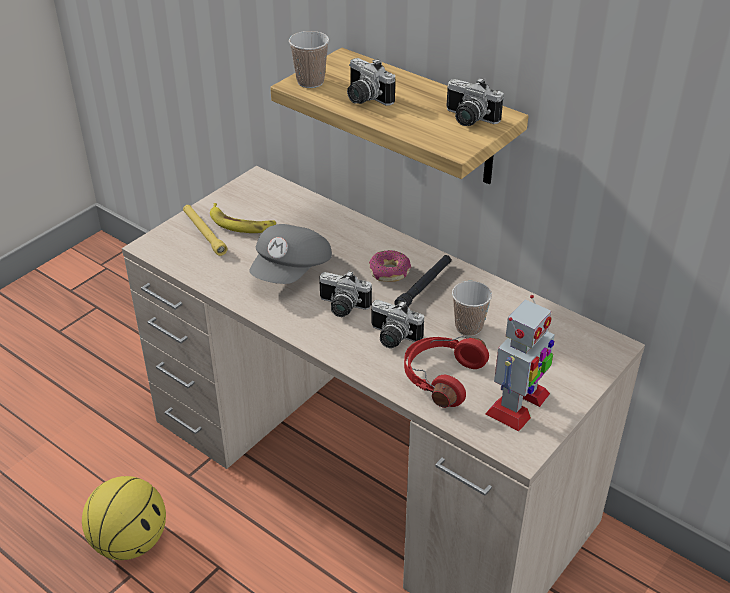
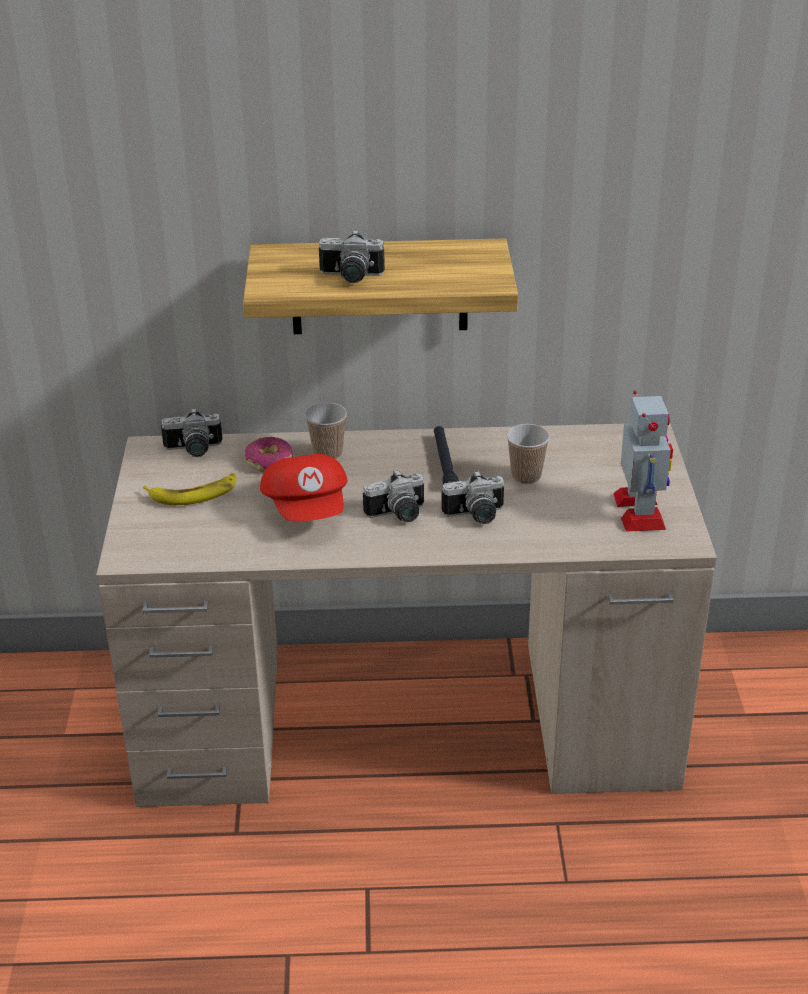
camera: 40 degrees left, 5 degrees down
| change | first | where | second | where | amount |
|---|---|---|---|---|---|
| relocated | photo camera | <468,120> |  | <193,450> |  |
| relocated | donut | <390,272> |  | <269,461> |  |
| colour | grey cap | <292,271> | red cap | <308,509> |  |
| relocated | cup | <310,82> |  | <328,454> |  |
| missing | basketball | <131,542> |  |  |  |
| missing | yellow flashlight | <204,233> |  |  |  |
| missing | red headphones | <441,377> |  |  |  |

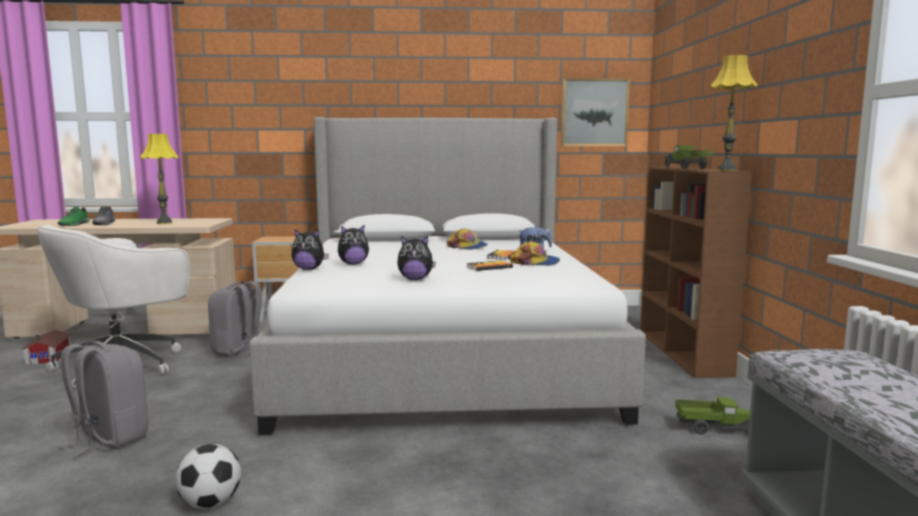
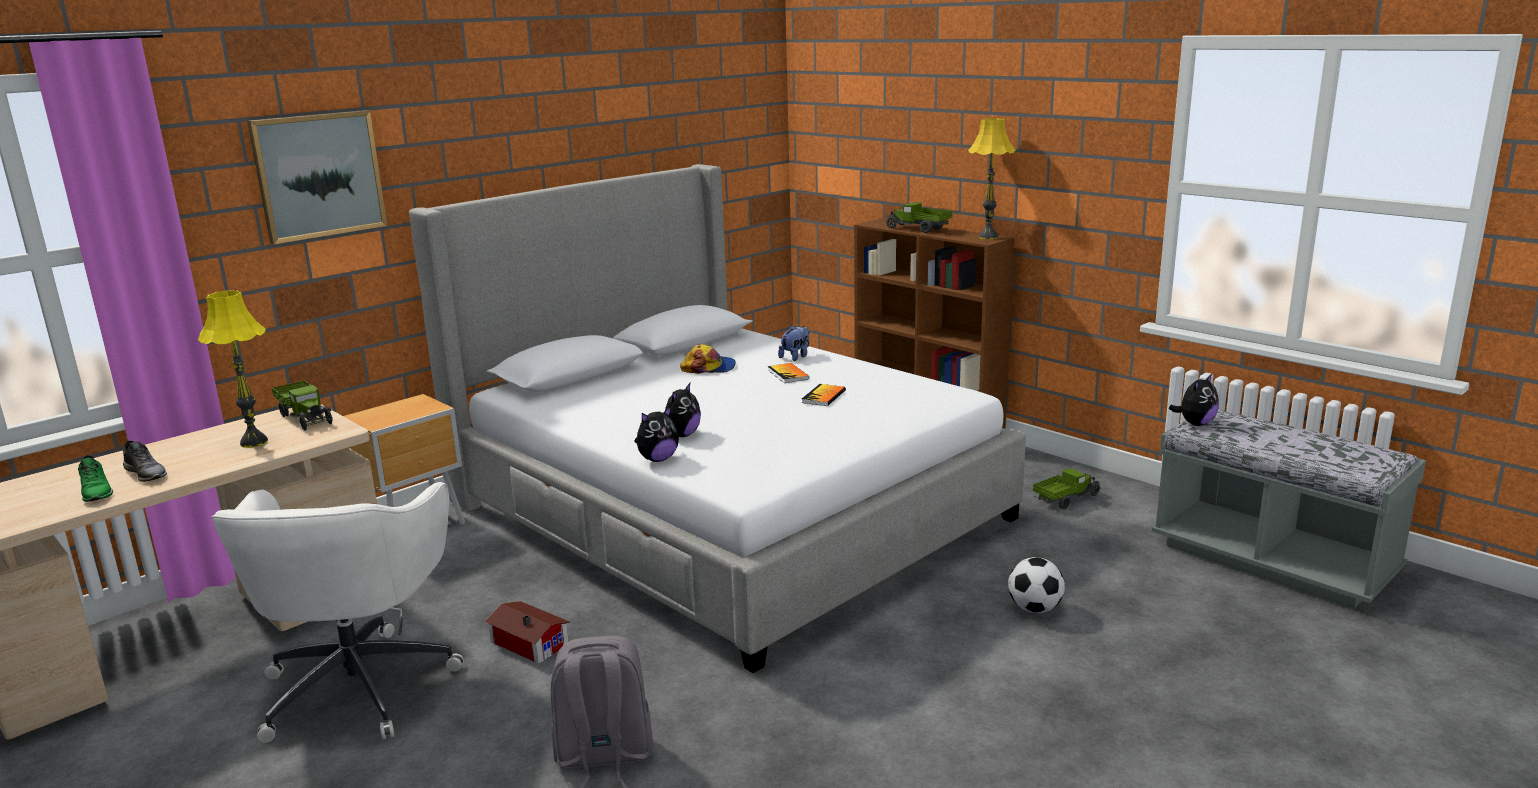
camera: 40 degrees left, 10 degrees up
| change | first | where | second | where | amount |
|---|---|---|---|---|---|
| relocated | picture | <594,112> |  | <318,175> |  |
| appeared |  |  | toy truck | <306,417> |  |
| relocated | toy house | <50,356> |  | <529,641> |  |
| relocated | football | <210,504> |  | <1034,609> |  |
| relocated | plush toy | <415,279> |  | <1195,423> |  |
| missing | grey backpack | <239,351> |  |  |  |
| missing | cap | <535,262> |  |  |  |

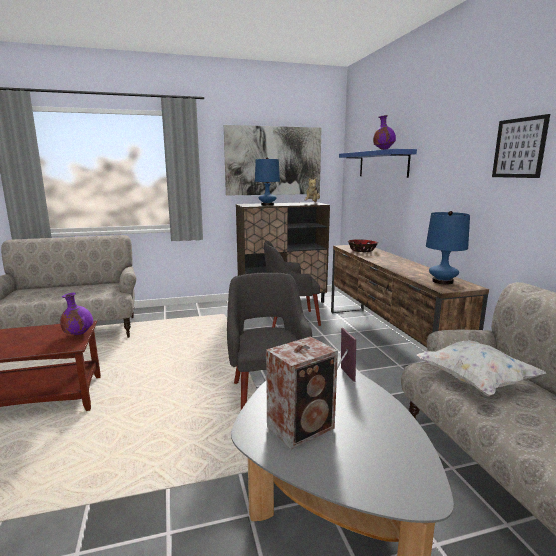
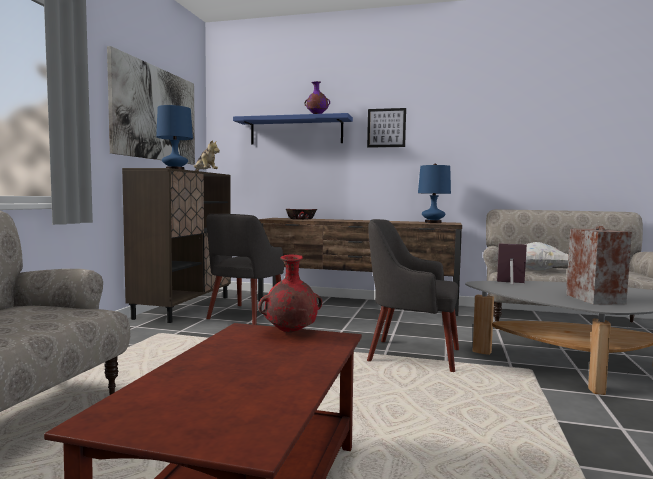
camera: 60 degrees left, 10 degrees down
| change | first | where | second | where | amount |
|---|---|---|---|---|---|
| colour | purple vase | <78,335> | red vase | <290,333> |  |
| relocated | picture | <519,148> |  | <386,128> |  |

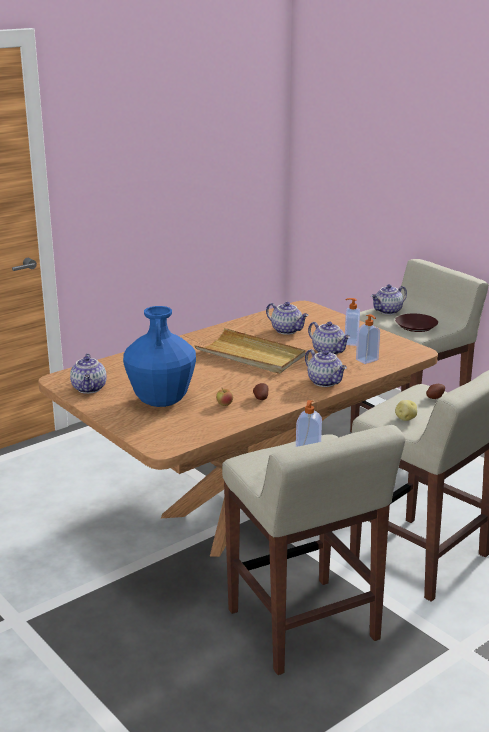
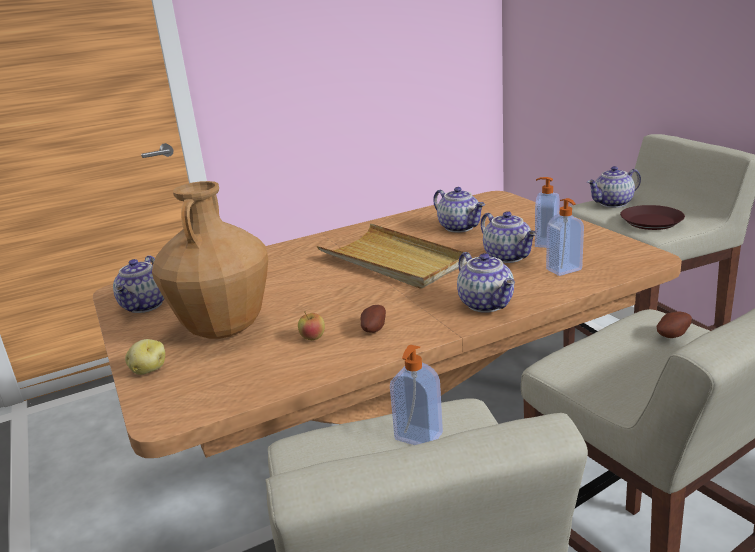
camera: 15 degrees right, 0 degrees up
| change | first | where | second | where | amount |
|---|---|---|---|---|---|
| relocated | potato | <405,418> |  | <148,370> |  |
| colour | blue vase | <161,401> | brown vase | <224,329> |  |

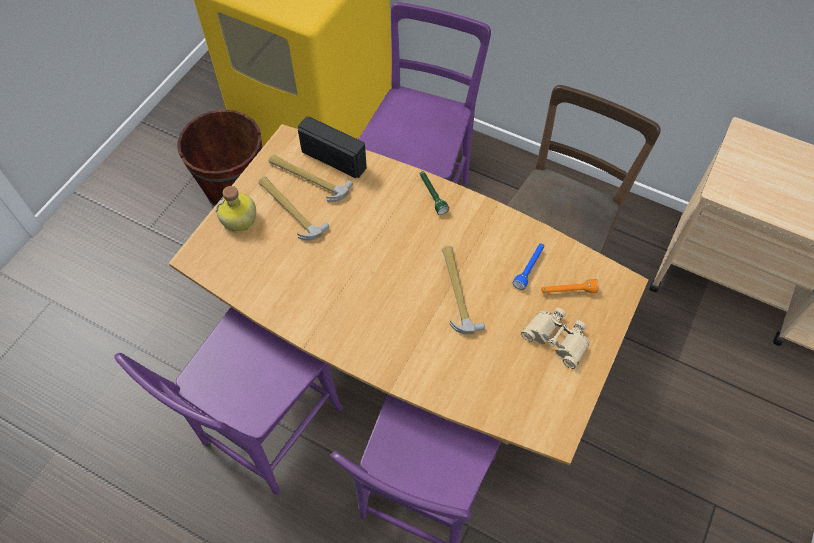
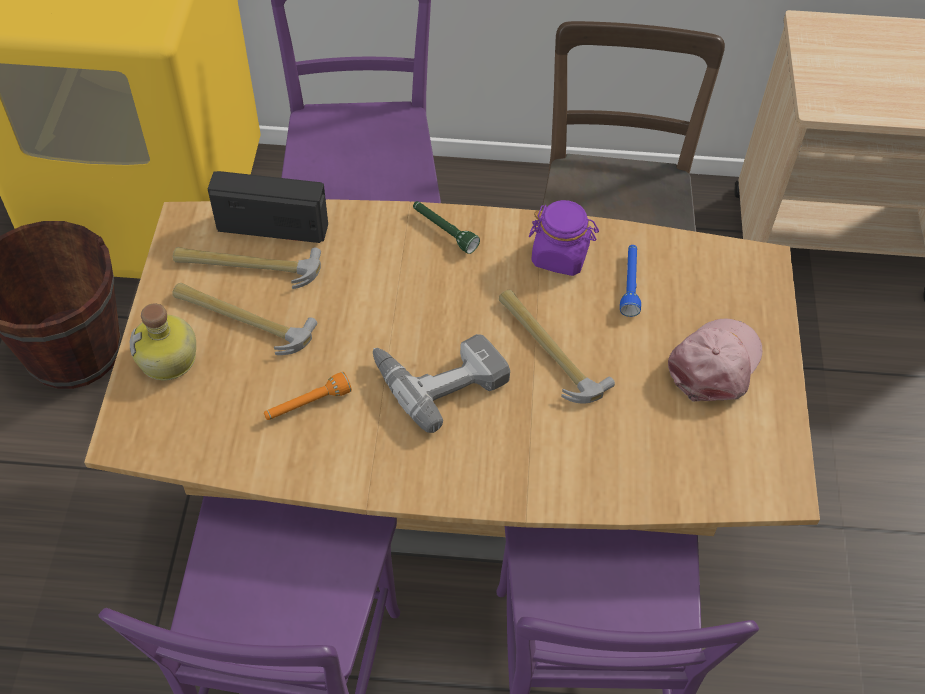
camera: 25 degrees left, 5 degrees down
| change | first | where | second | where | amount |
|---|---|---|---|---|---|
| relocated | orange flashlight | <568,291> |  | <307,404> |  |
| appeared |  |  | power drill | <439,376> |  |
| appeared |  |  | purple jar | <560,256> |  |
| exchanged | beige binoculars | <556,339> | pink cap | <715,364> |  |

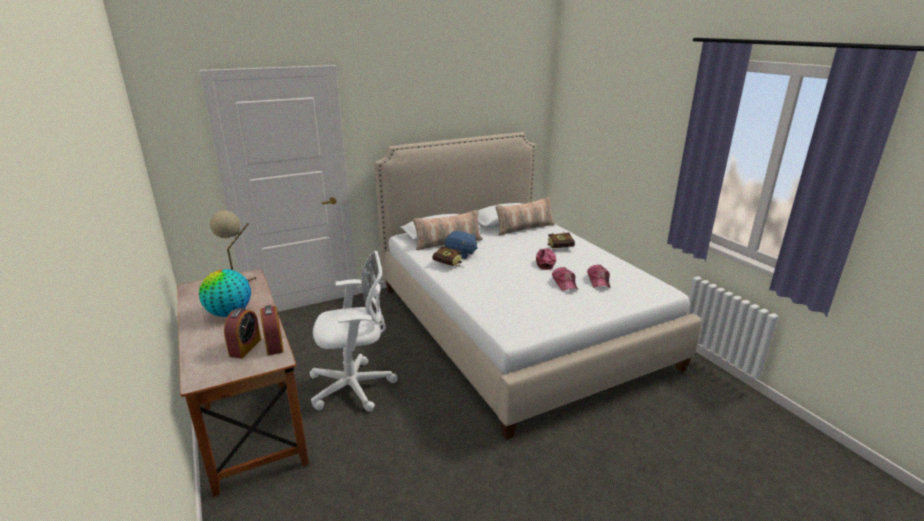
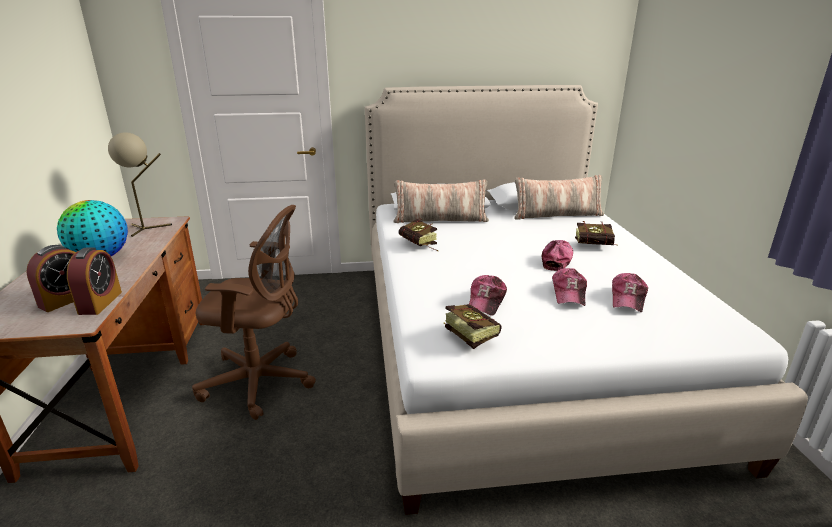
camera: 20 degrees right, 0 degrees up
| change | first | where | second | where | amount |
|---|---|---|---|---|---|
| colour | white office chair | <355,387> | brown office chair | <262,382> |  |
| appeared |  |  | book | <467,334> |  |
| appeared |  |  | cap | <486,301> |  |
| missing | blue plush toy | <461,254> |  |  |  |

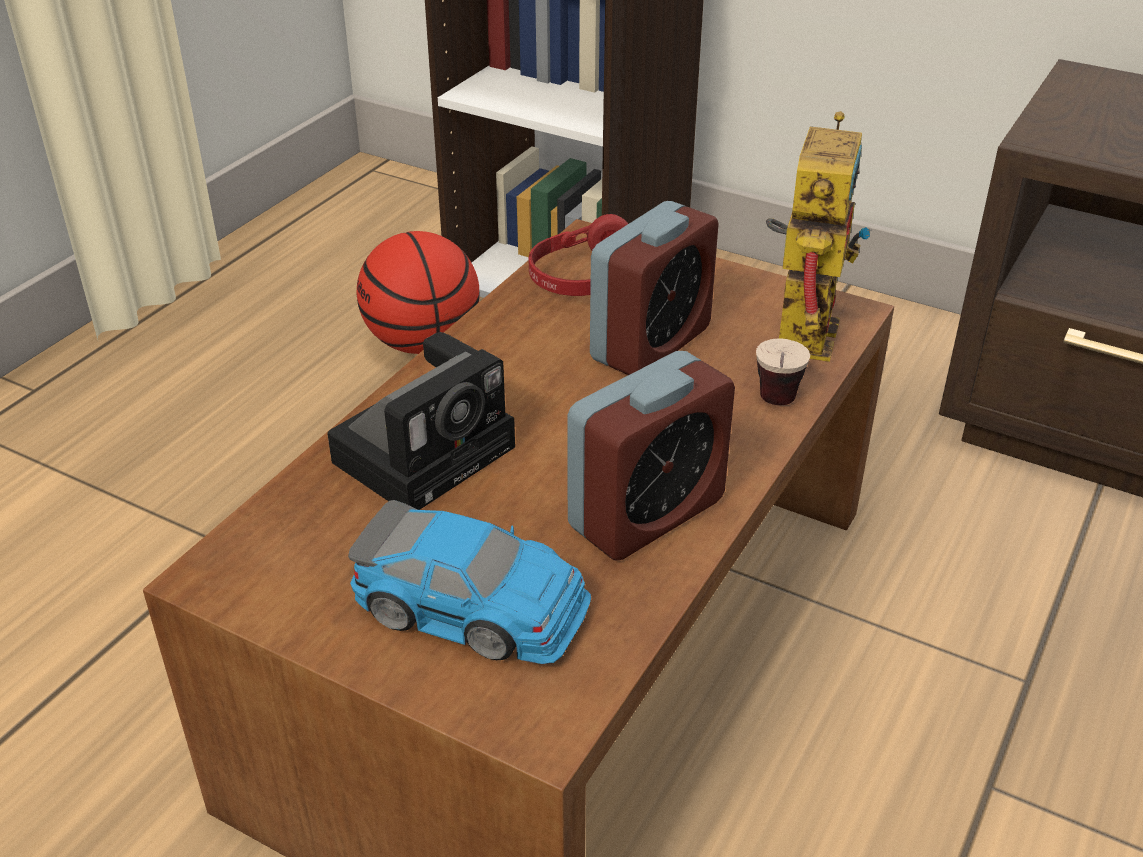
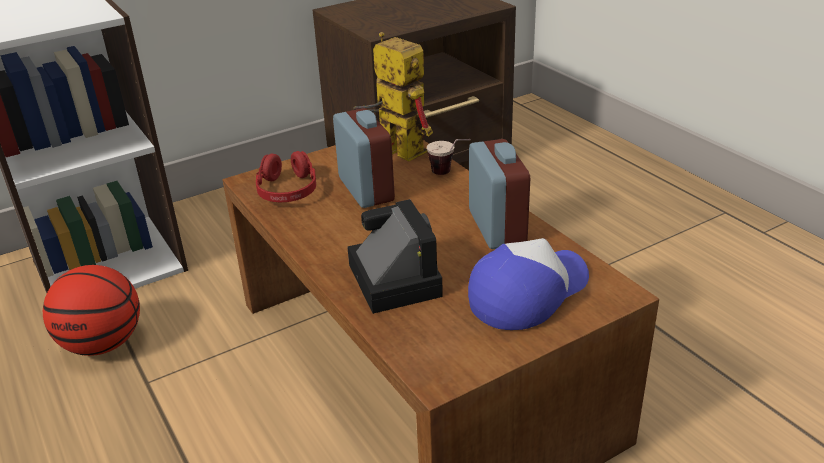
camera: 60 degrees left, 5 degrees down
| change | first | where | second | where | amount |
|---|---|---|---|---|---|
| exchanged | toy car | <473,607> | cap | <528,293> |  |

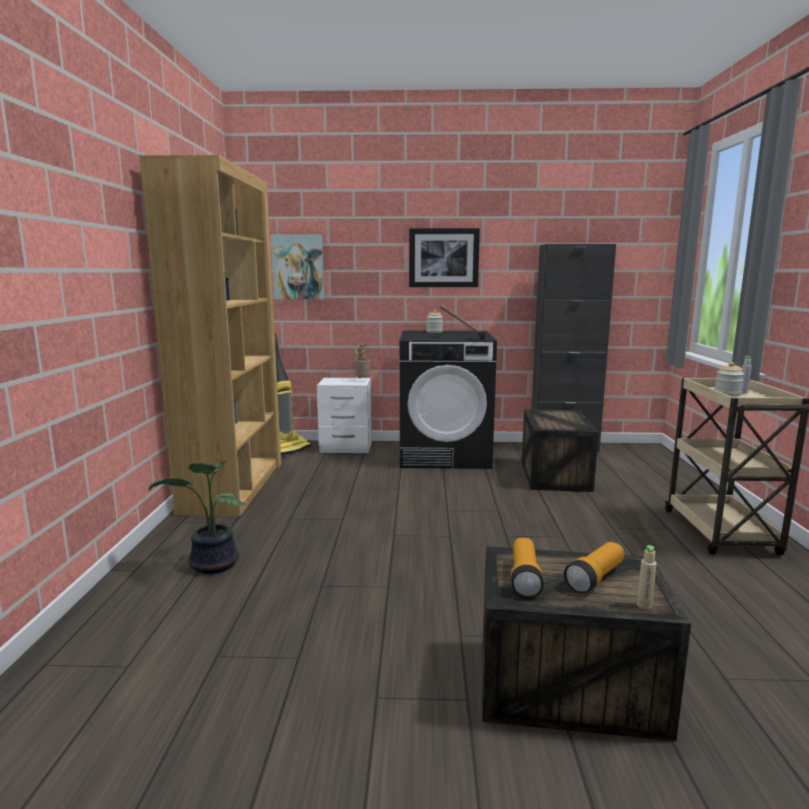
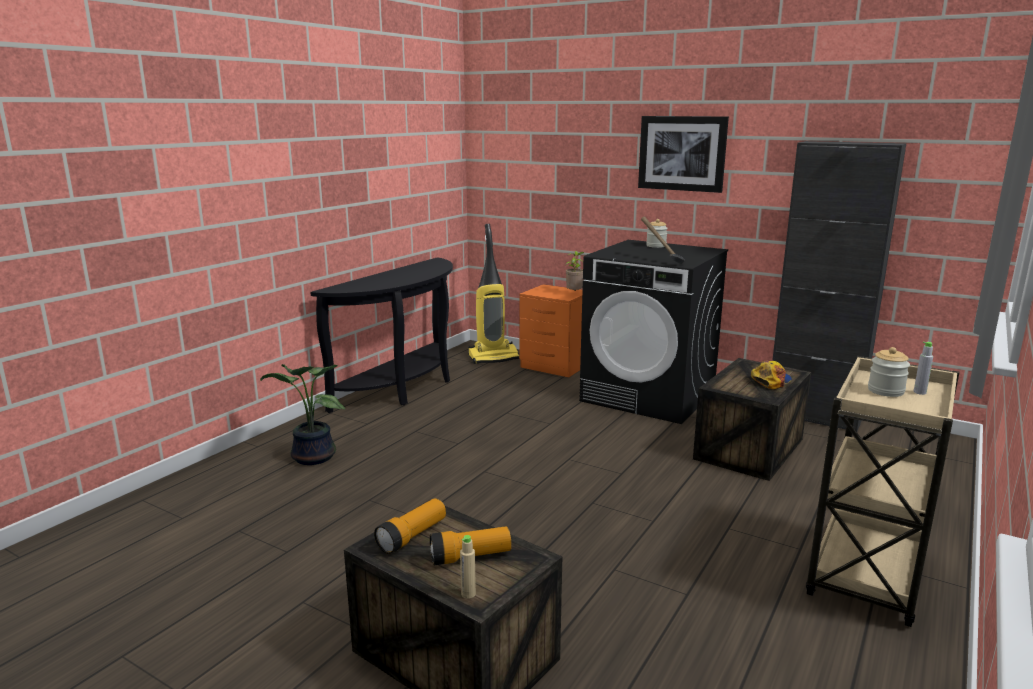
camera: 30 degrees right, 5 degrees up
| change | first | where | second | where | amount |
|---|---|---|---|---|---|
| exchanged | brown bookcase | <234,486> | black console table | <405,388> |  |
| colour | white nightstand | <347,447> | orange nightstand | <555,366> |  |
| appeared |  |  | cap | <770,380> |  |
| missing | picture | <298,267> |  |  |  |

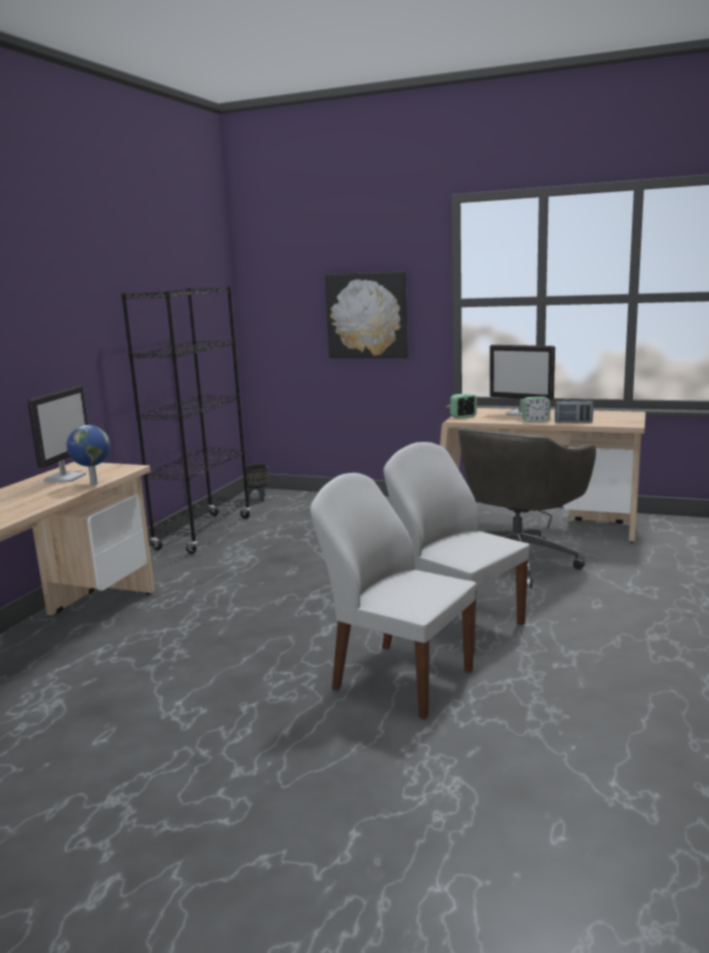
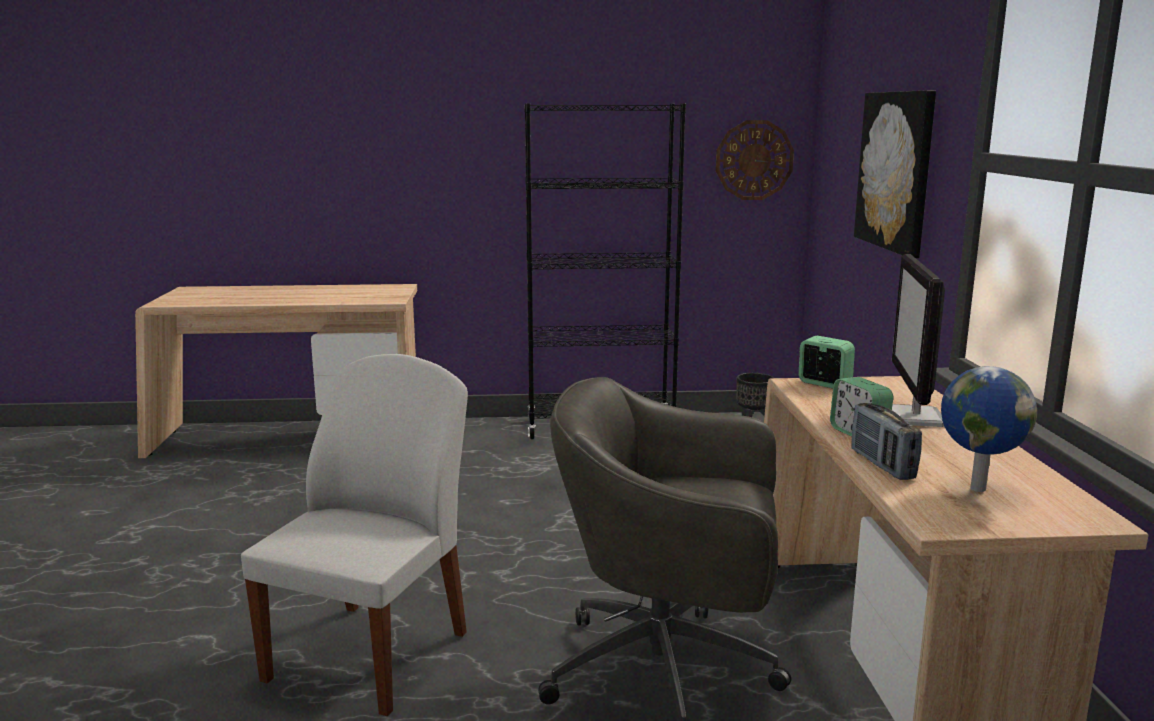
camera: 65 degrees right, 0 degrees up
| change | first | where | second | where | amount |
|---|---|---|---|---|---|
| appeared |  |  | wall clock | <754,160> |  |
| relocated | globe | <93,484> |  | <976,488> |  |
| missing | monitor | <65,478> |  |  |  |
| missing | white chair | <399,678> |  |  |  |

